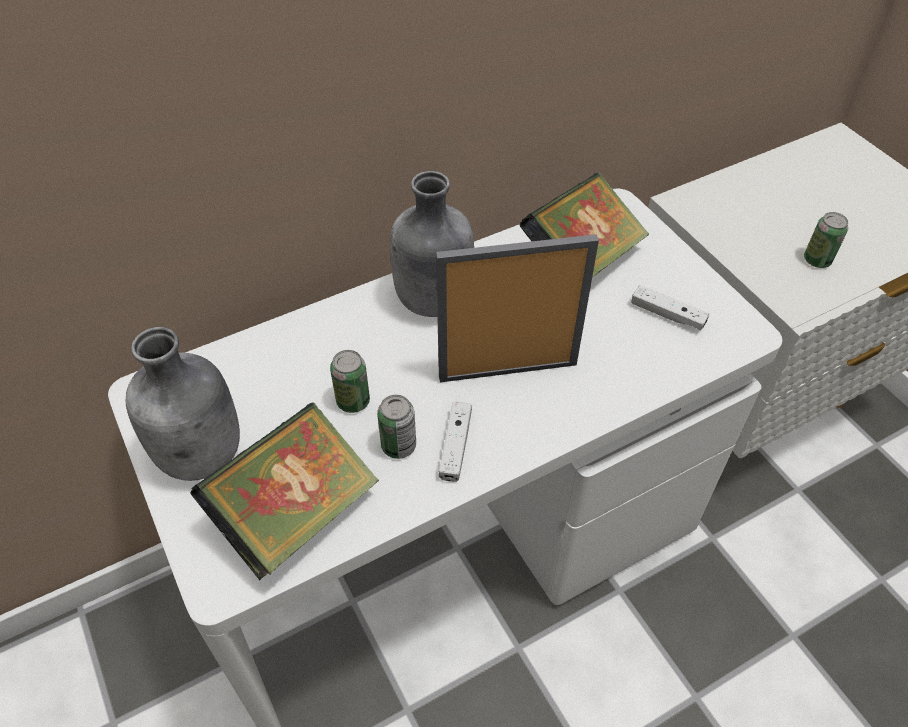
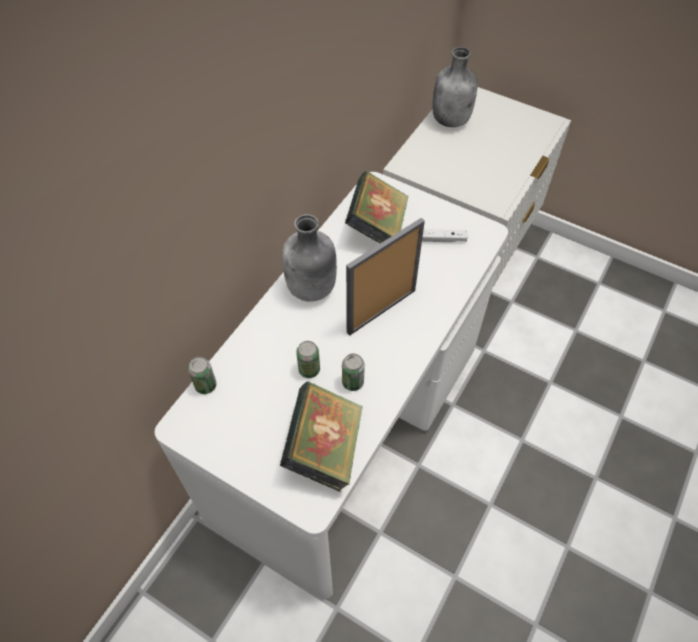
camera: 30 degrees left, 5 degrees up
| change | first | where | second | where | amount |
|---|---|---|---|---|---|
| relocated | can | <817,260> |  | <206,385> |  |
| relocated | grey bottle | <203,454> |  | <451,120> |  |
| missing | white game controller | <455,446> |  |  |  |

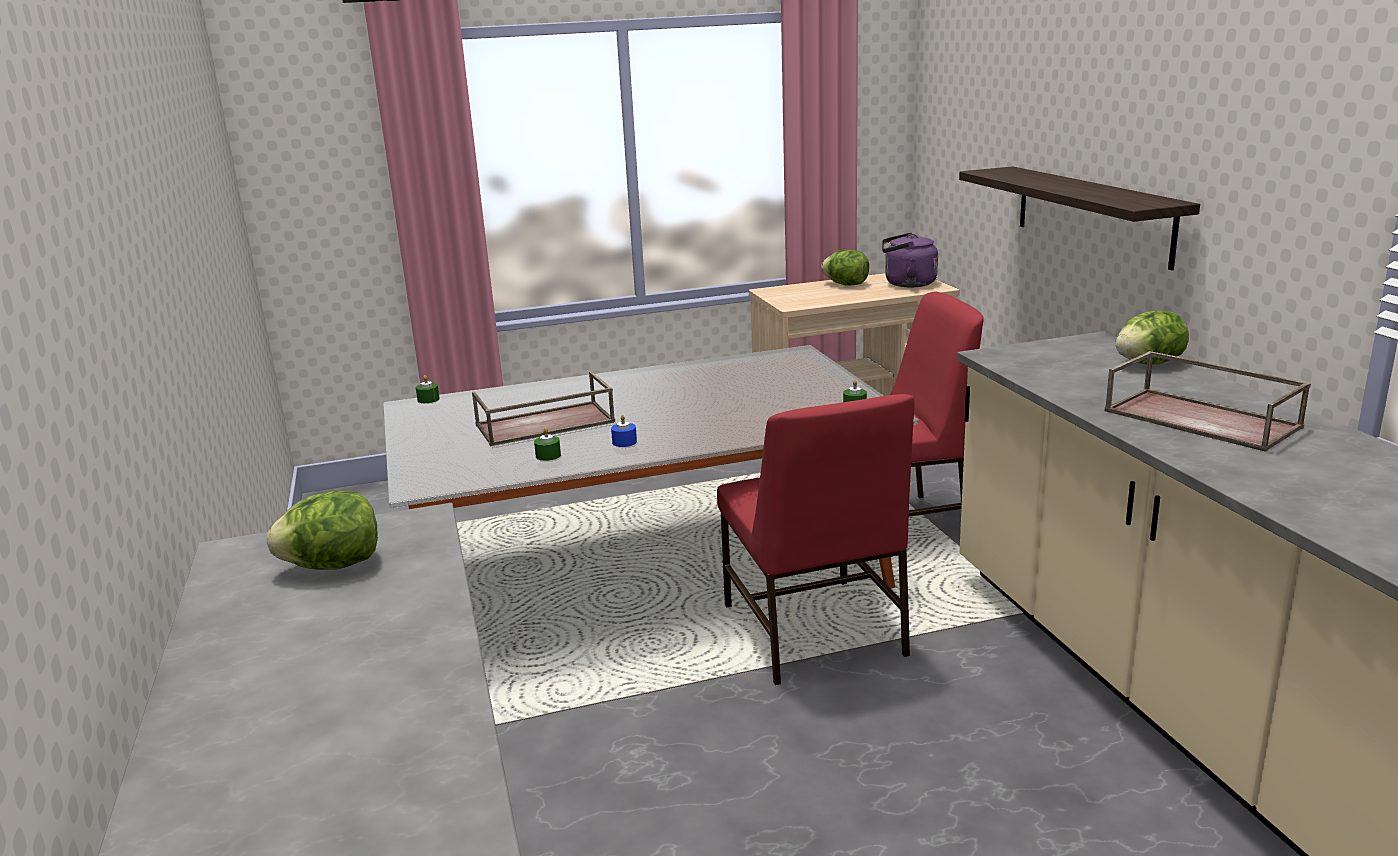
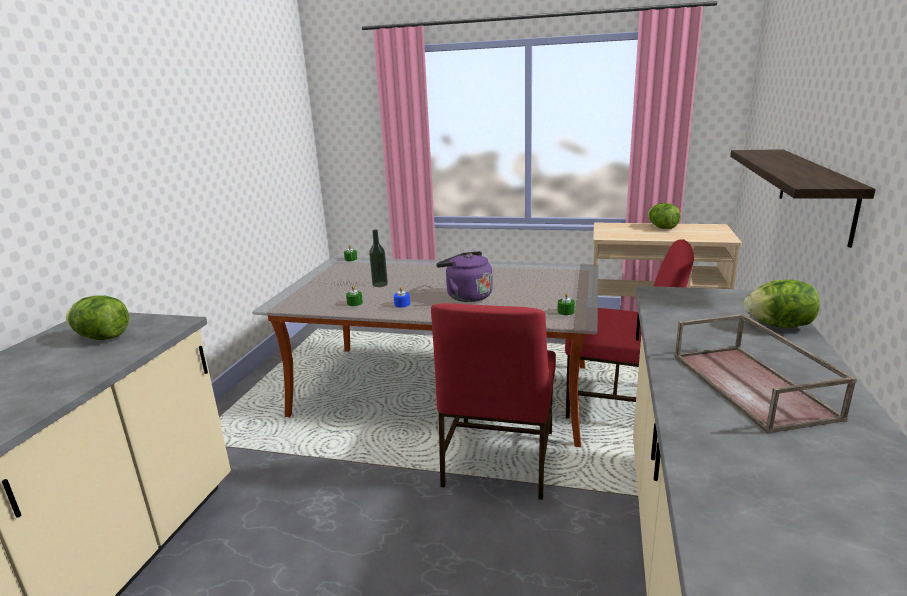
camera: 30 degrees right, 0 degrees up
| change | first | where | second | where | amount |
|---|---|---|---|---|---|
| exchanged | brown tray | <544,424> | bottle | <380,284> |  |
| relocated | purple kettle | <906,284> |  | <466,296> |  |

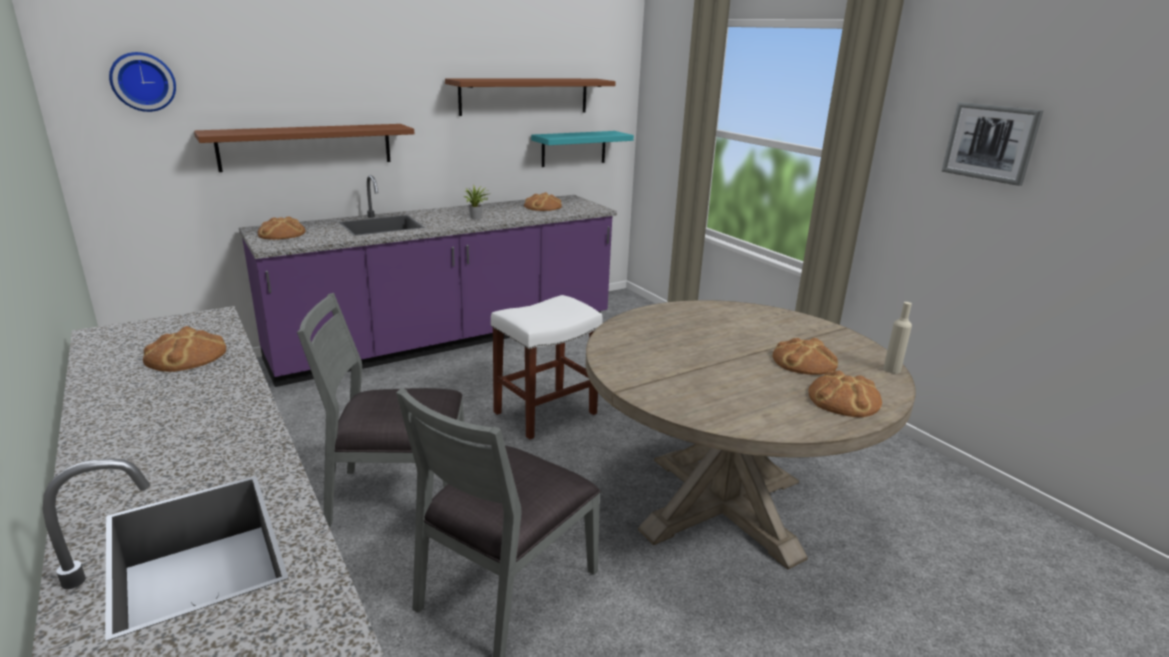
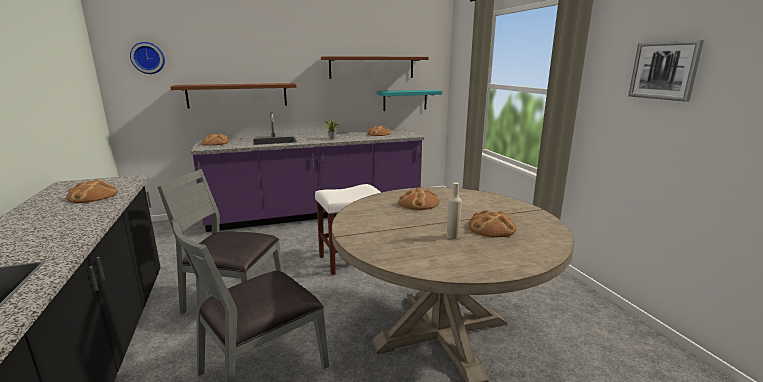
camera: 15 degrees right, 5 degrees down
| change | first | where | second | where | amount |
|---|---|---|---|---|---|
| relocated | bread | <844,399> |  | <418,203> |  |
| relocated | beige bottle | <891,369> |  | <452,236> |  |

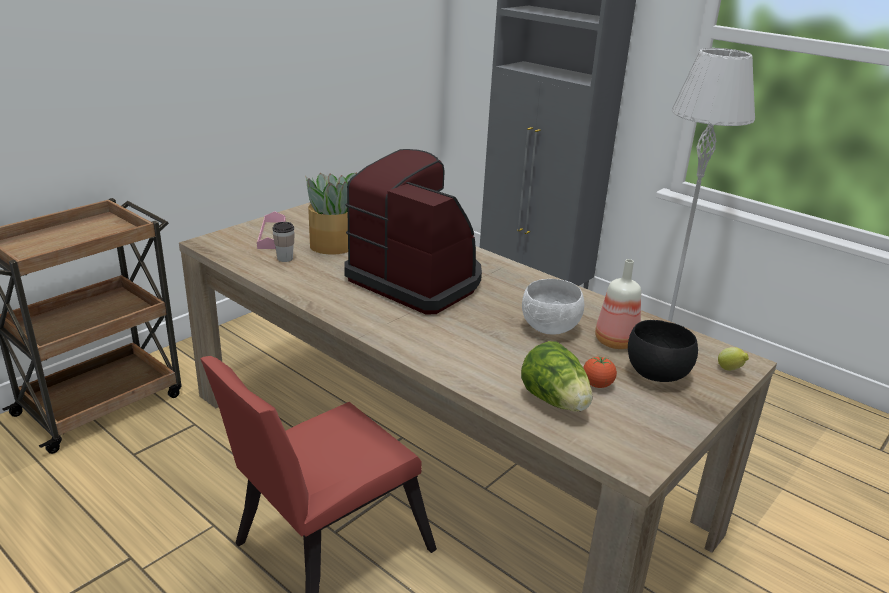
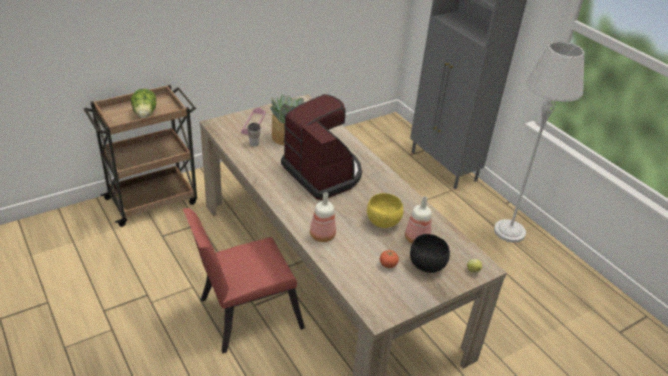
camera: 15 degrees right, 10 degrees up
| change | first | where | second | where | amount |
|---|---|---|---|---|---|
| relocated | lettuce | <555,401> |  | <145,115> |  |
| appeared |  |  | bottle | <322,236> |  |
| colour | white bowl | <550,329> | yellow bowl | <383,223> |  |

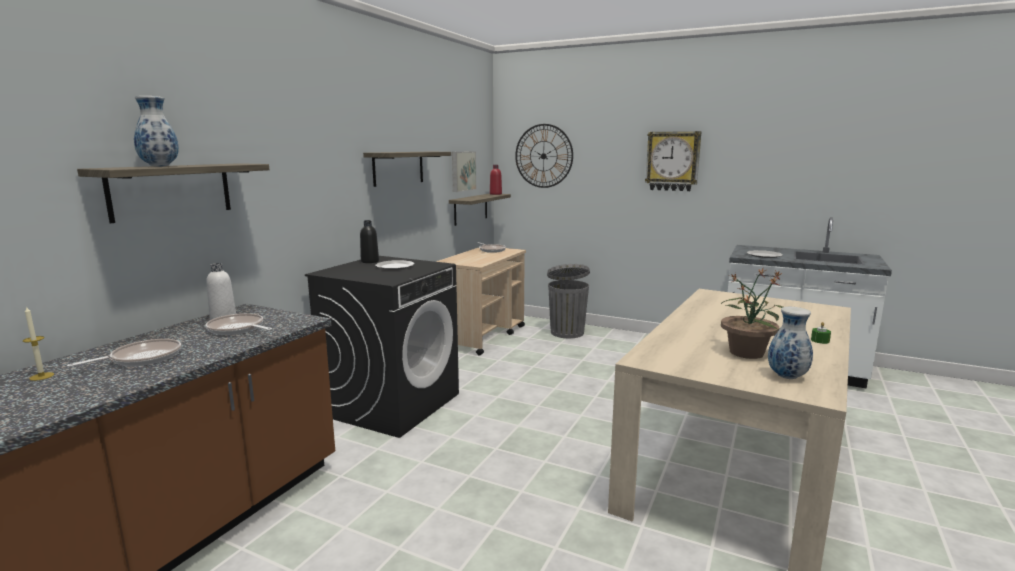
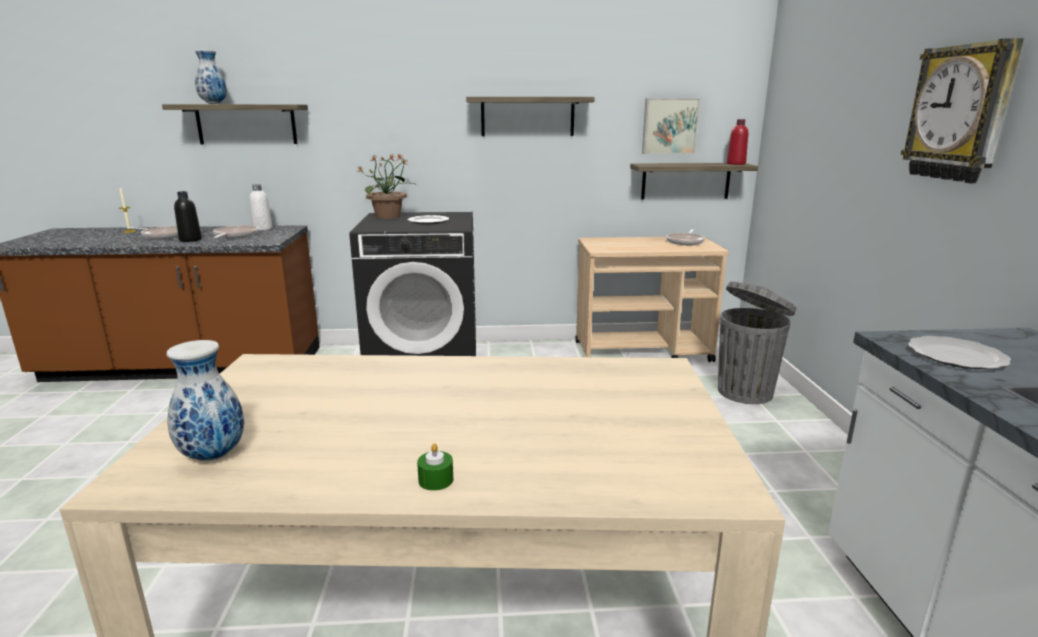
camera: 60 degrees right, 5 degrees up
| change | first | where | second | where | amount |
|---|---|---|---|---|---|
| relocated | black bottle | <370,261> |  | <190,240> |  |
| relocated | potted plant | <746,352> |  | <389,216> |  |
| missing | wall clock | <543,156> |  |  |  |

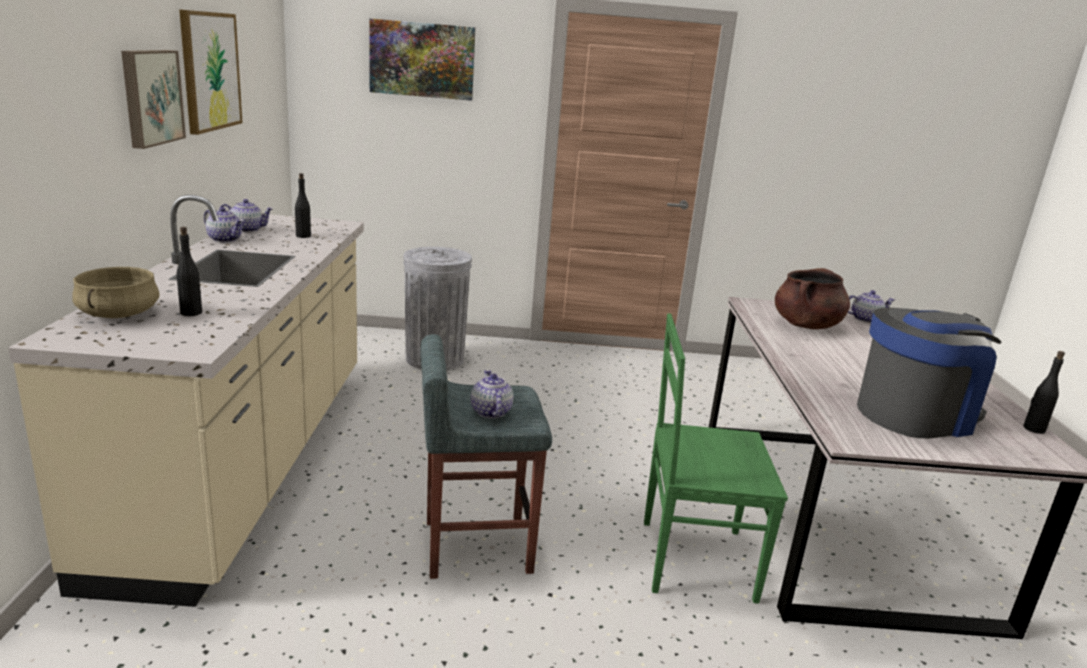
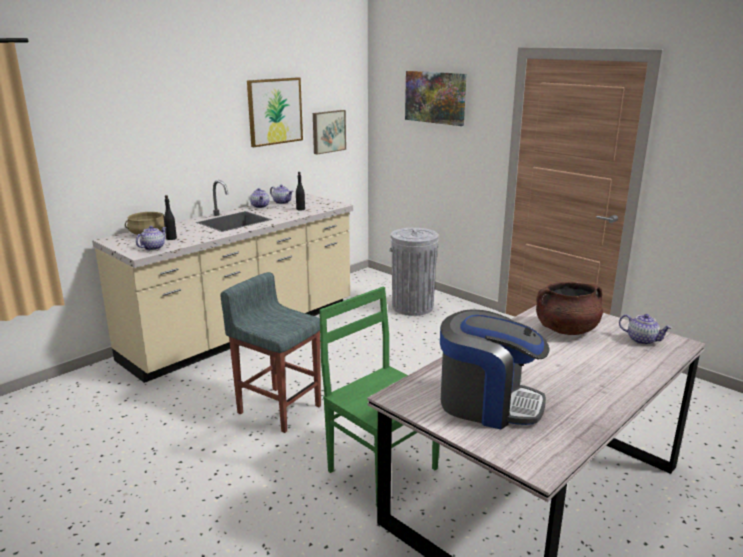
camera: 45 degrees right, 0 degrees up
| change | first | where | second | where | amount |
|---|---|---|---|---|---|
| relocated | teapot | <490,411> |  | <153,248> |  |
| relocated | picture | <150,97> |  | <328,131> |  |
| missing | black bottle | <1033,429> |  |  |  |

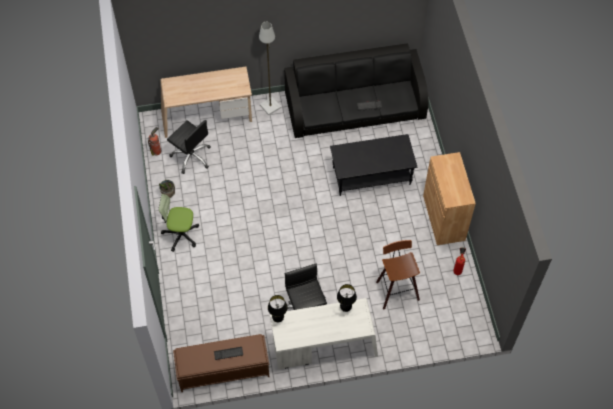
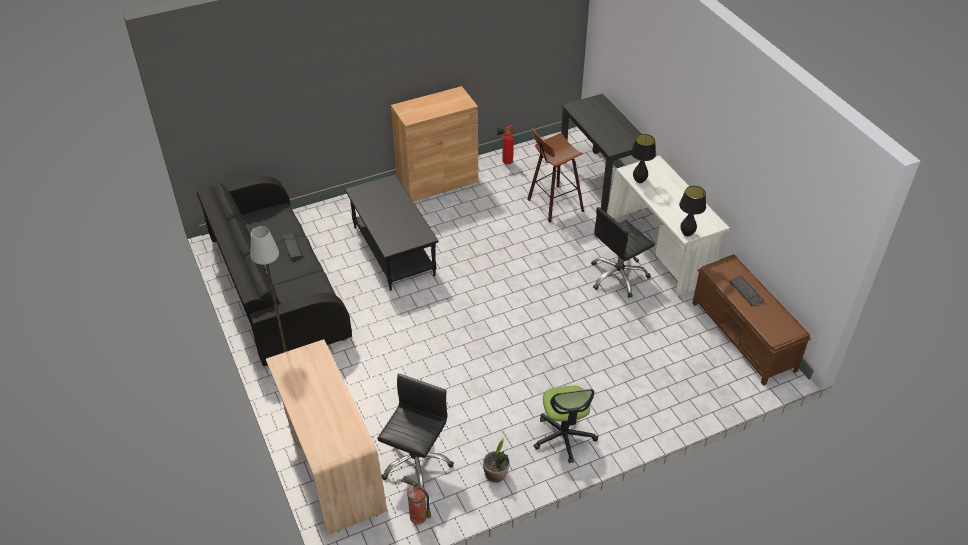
camera: 105 degrees left, 15 degrees down
| change | first | where | second | where | amount |
|---|---|---|---|---|---|
| appeared |  |  | black desk | <600,181> |  |

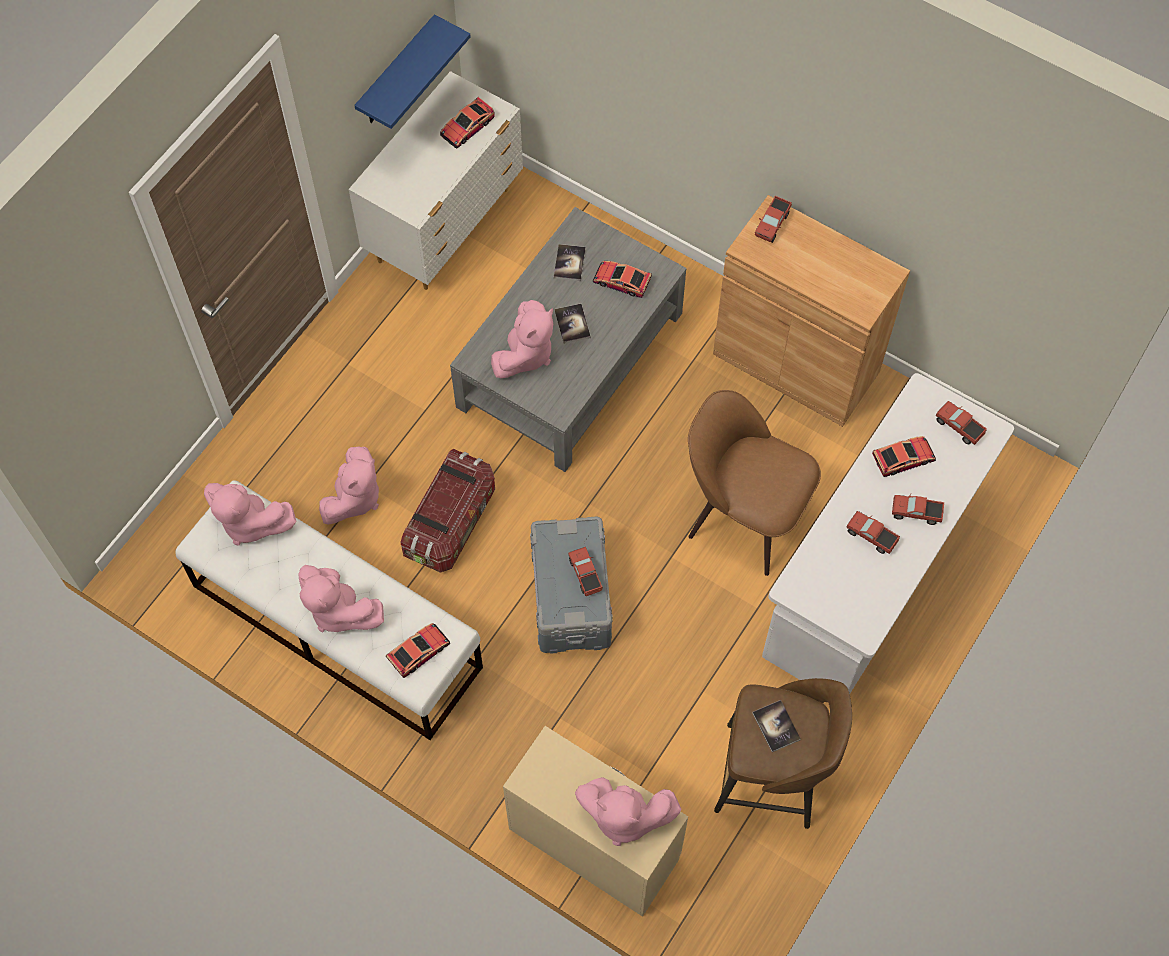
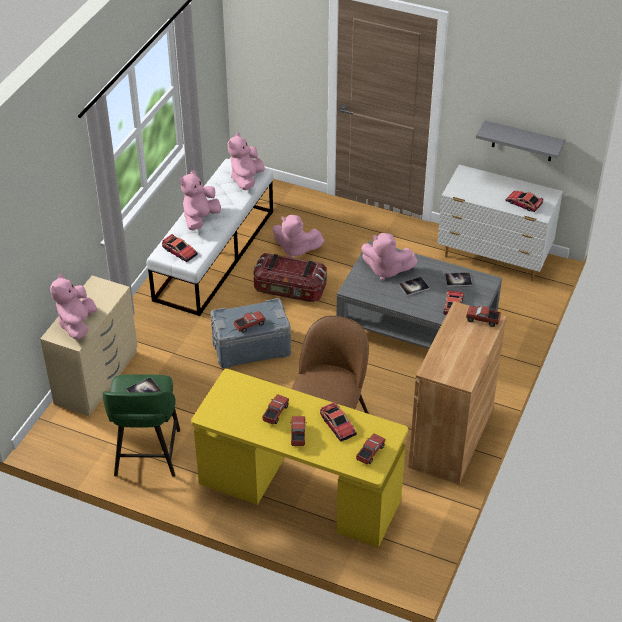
camera: 80 degrees right, 20 degrees down
| change | first | where | second | where | amount |
|---|---|---|---|---|---|
| colour | brown stool | <772,776> | green stool | <147,455> |  |
| colour | white desk | <872,572> | yellow desk | <299,493> |  |
| colour | blue shelf | <396,74> | grey shelf | <522,141> |  |

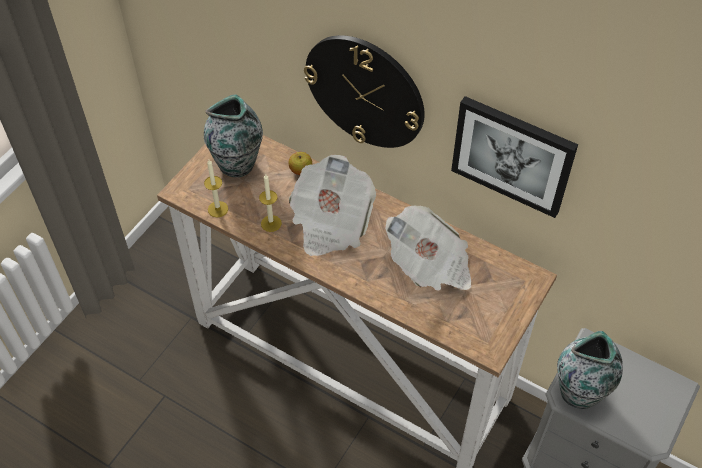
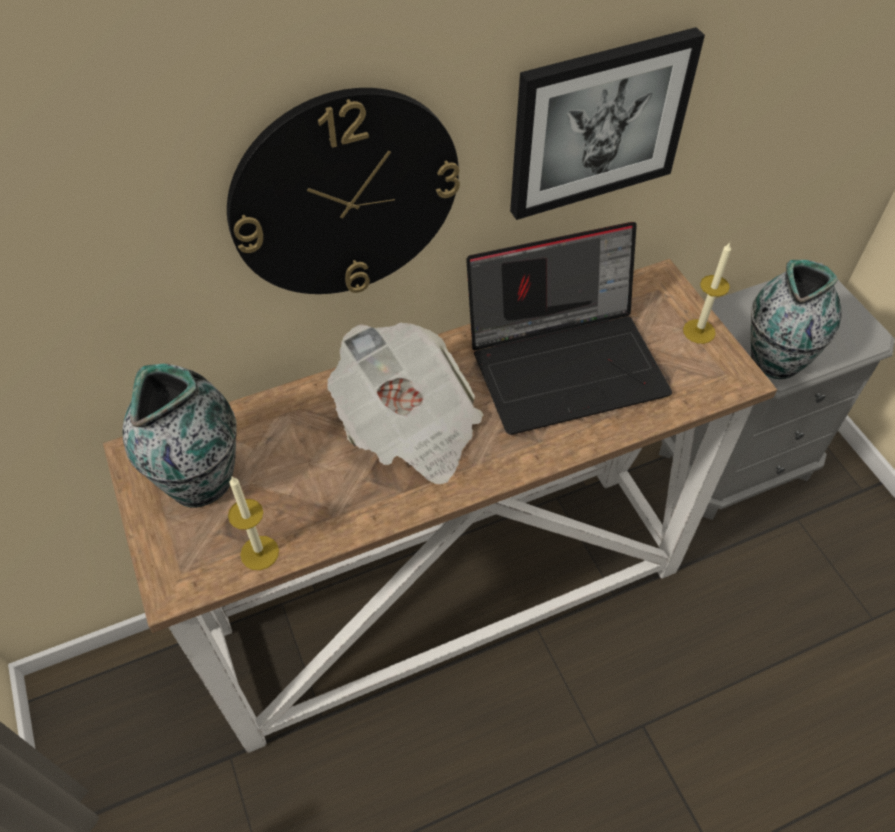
camera: 55 degrees left, 0 degrees up
| change | first | where | second | where | amount |
|---|---|---|---|---|---|
| exchanged | newspaper | <430,265> | laptop | <567,362> |  |
| relocated | candle | <271,223> |  | <699,331> |  |
| missing | apple | <300,170> |  |  |  |

